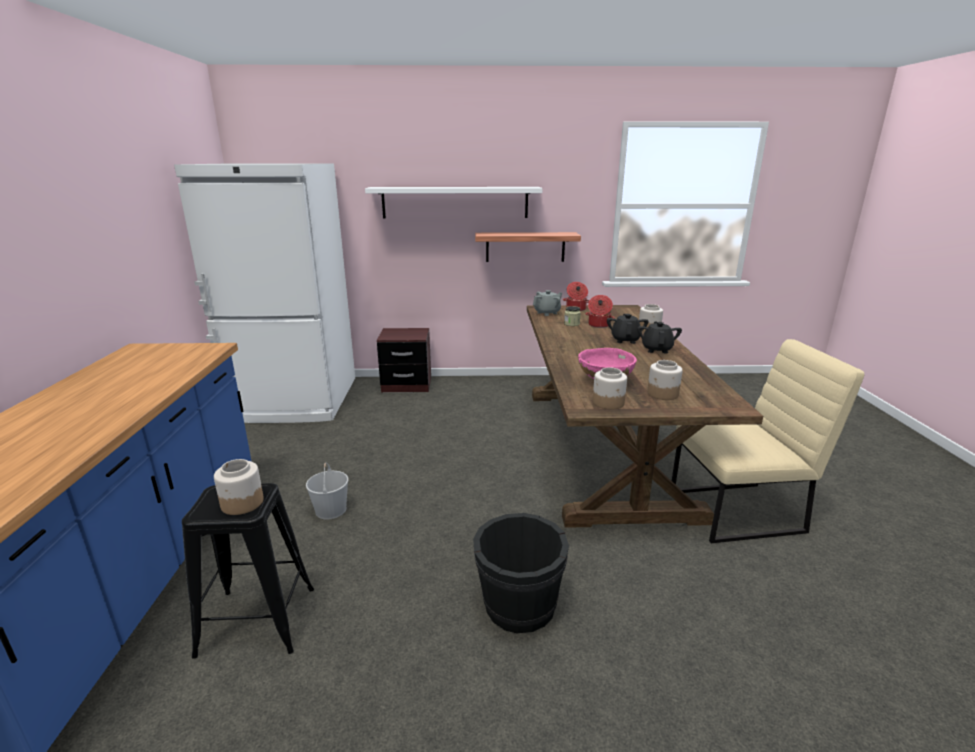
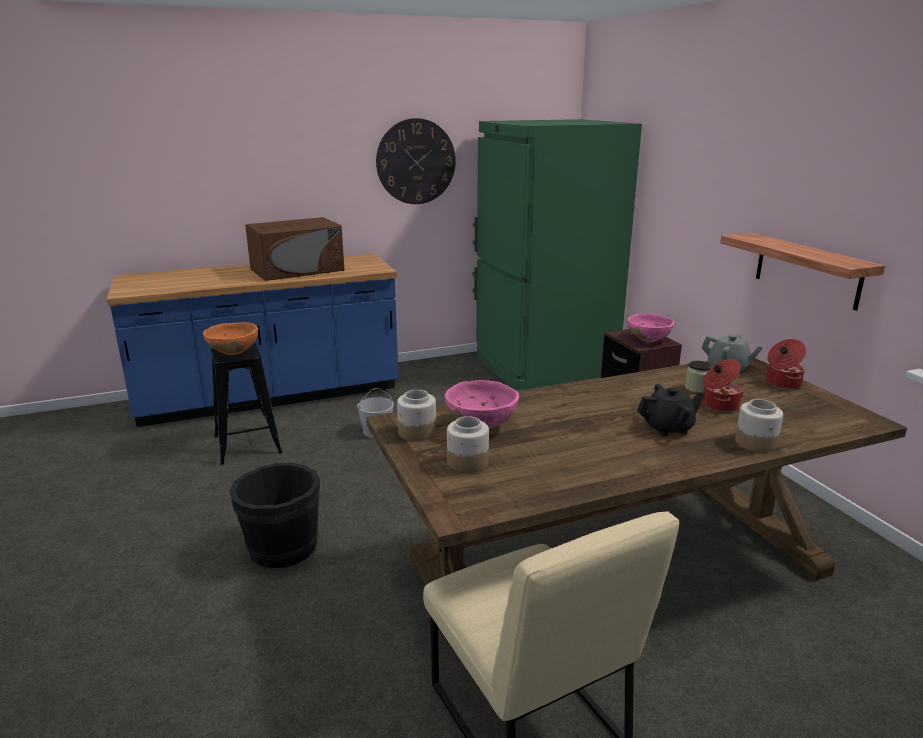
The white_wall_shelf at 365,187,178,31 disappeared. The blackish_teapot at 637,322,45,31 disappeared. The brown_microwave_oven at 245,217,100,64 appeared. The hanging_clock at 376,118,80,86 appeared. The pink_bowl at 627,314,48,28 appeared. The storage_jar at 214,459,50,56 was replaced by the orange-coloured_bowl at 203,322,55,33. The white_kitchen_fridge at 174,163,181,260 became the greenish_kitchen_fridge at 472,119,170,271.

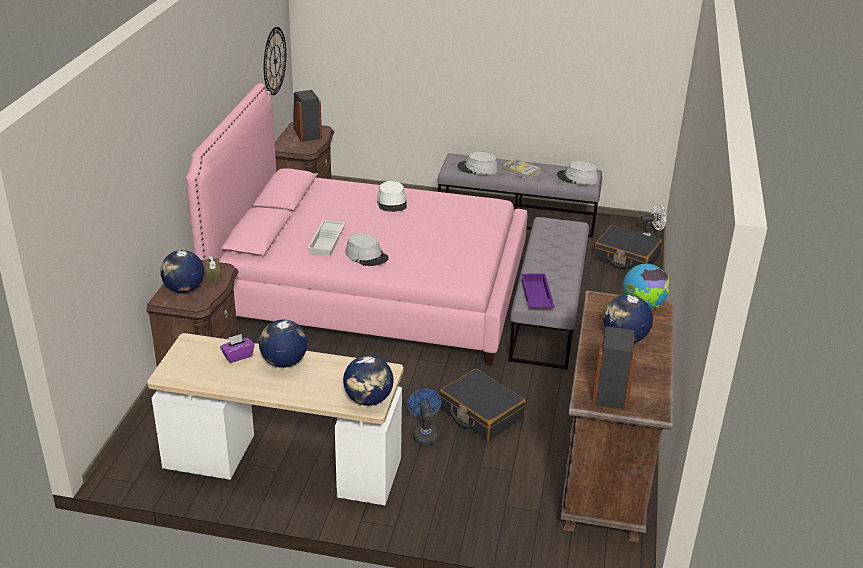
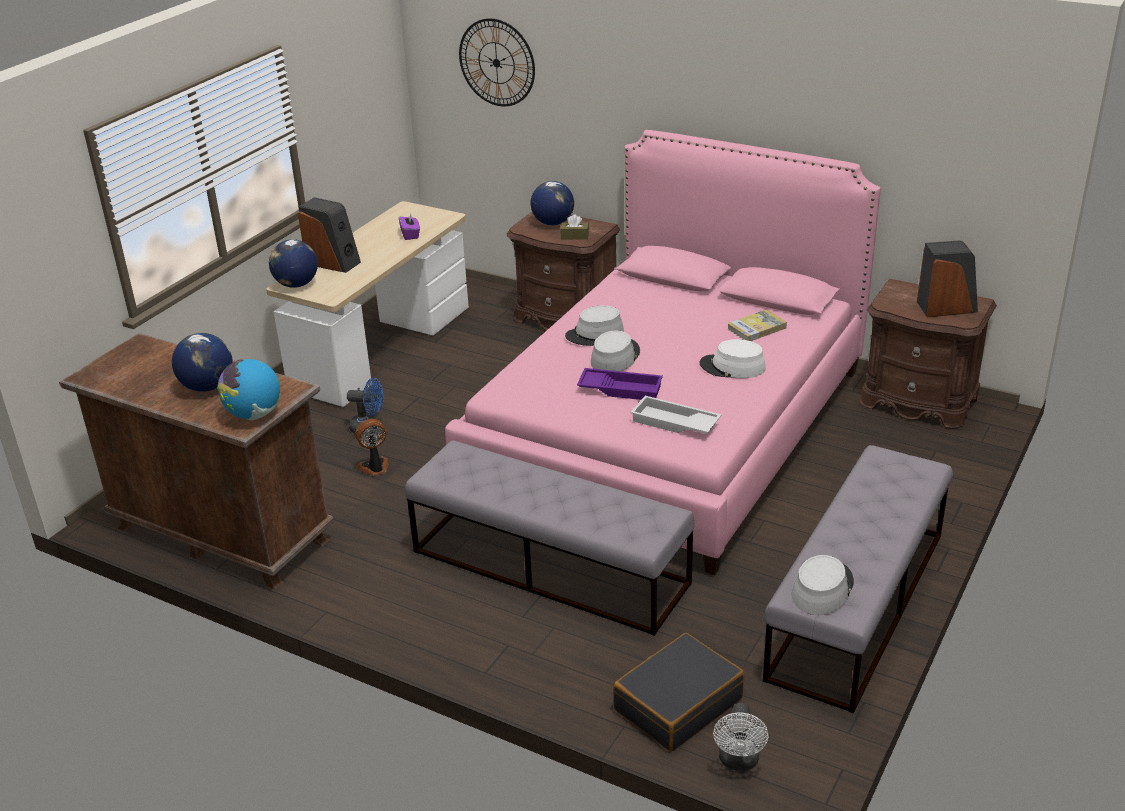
The globe at 259,320,48,48 disappeared. The hanging_clock moved from 264,27,22,68 to 459,18,76,88. The white_carrying_tray moved from 307,220,39,37 to 630,396,92,38. The gray_wearable_hat moved from 457,152,41,23 to 591,330,49,41. The bound_book moved from 502,159,39,20 to 727,310,60,31. The purple_carrying_tray moved from 521,274,34,34 to 577,368,86,32. The loudspeaker moved from 592,326,44,84 to 298,197,63,76. The blackish_suitcase at 439,369,87,73 was replaced by the fan at 355,419,34,57.

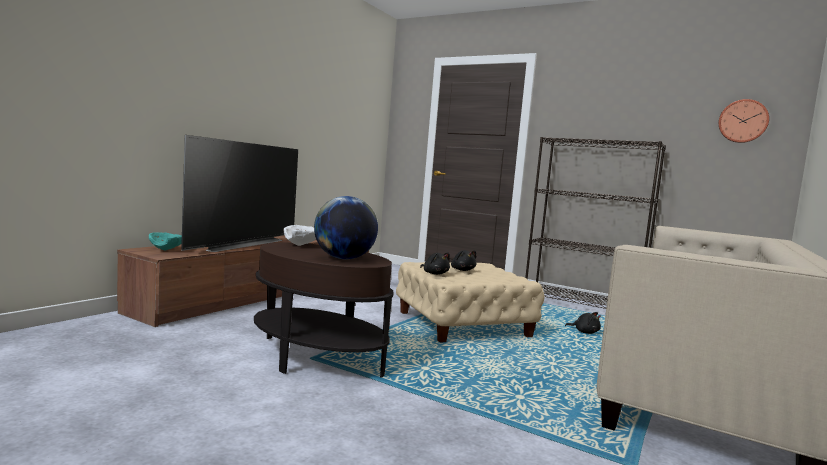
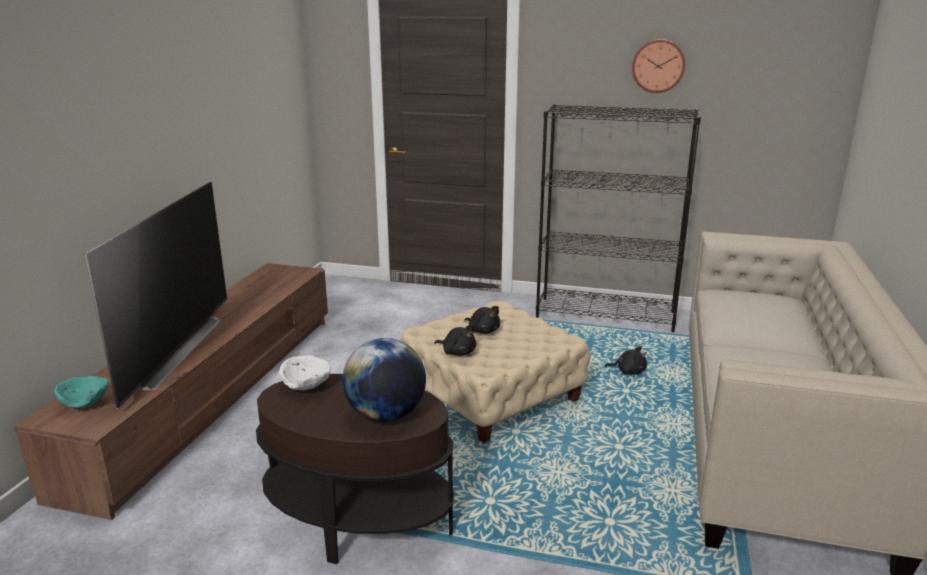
The hanging_clock moved from 719,99,50,44 to 632,39,53,54.

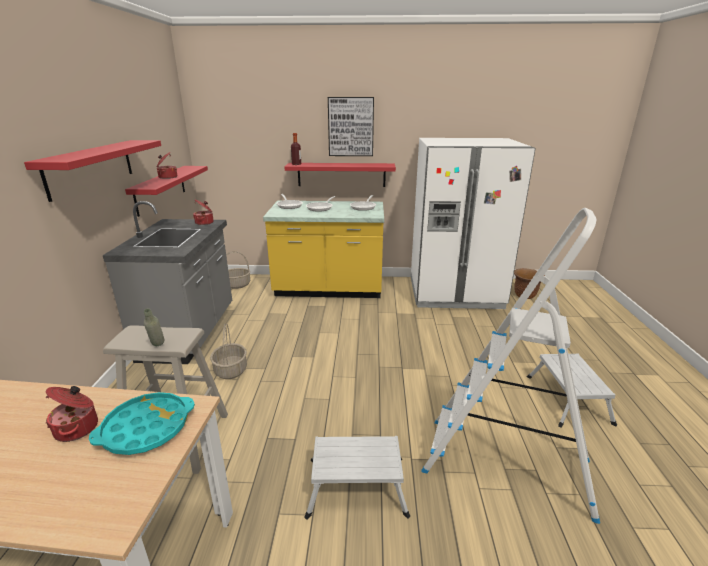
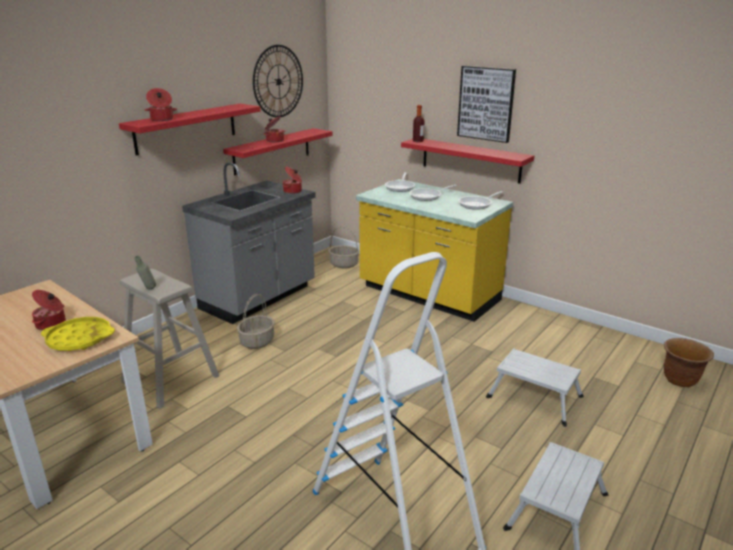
The white_kitchen_fridge at 411,138,125,171 disappeared. The cooking_pot at 145,88,32,33 appeared. The hanging_clock at 253,45,50,72 appeared. The white_step_stool moved from 304,436,106,84 to 486,348,98,79. The blue-green_carrying_tray at 89,392,106,63 became the yellow-coloured_carrying_tray at 41,317,74,34.

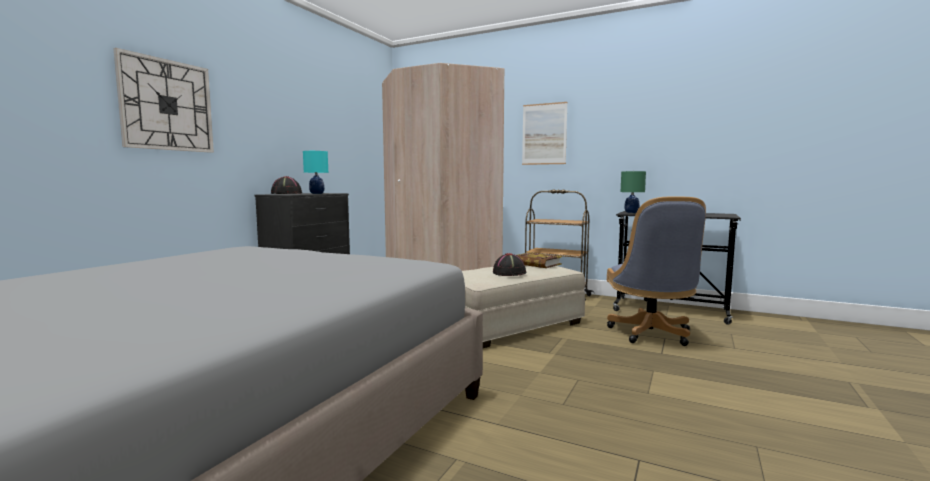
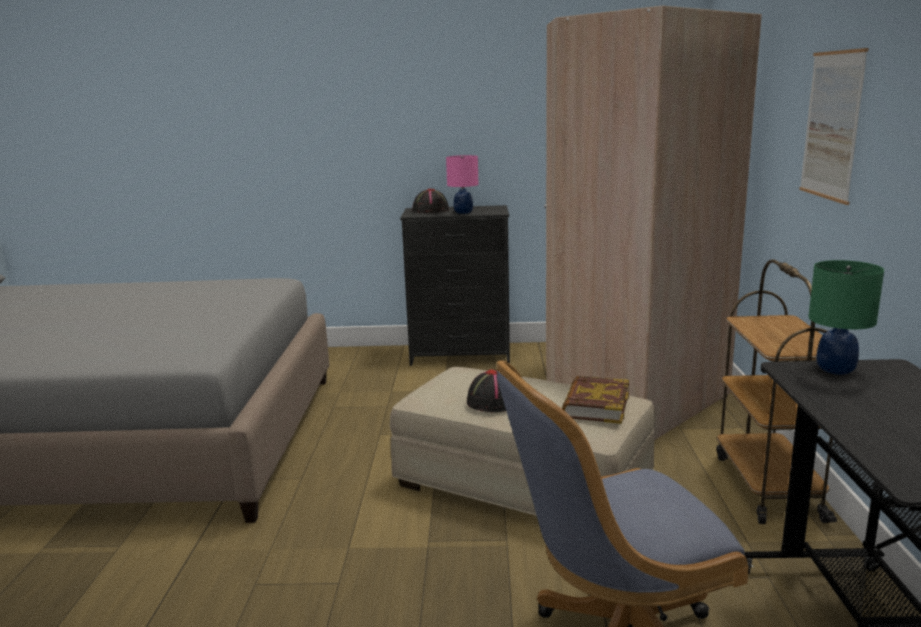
The hanging_clock at 113,48,101,105 disappeared. The blue-green_table_lamp at 303,151,25,43 became the pink_table_lamp at 446,155,32,59.

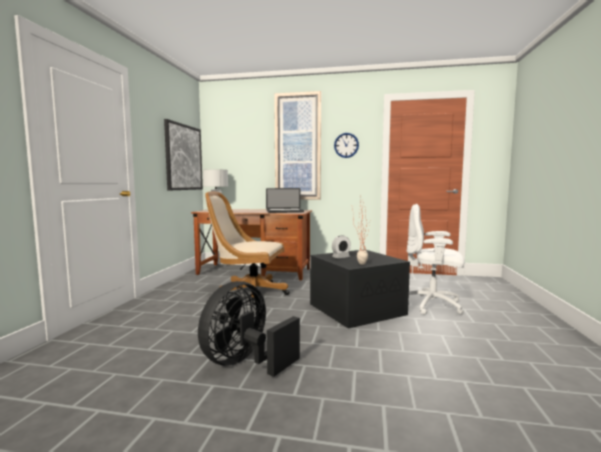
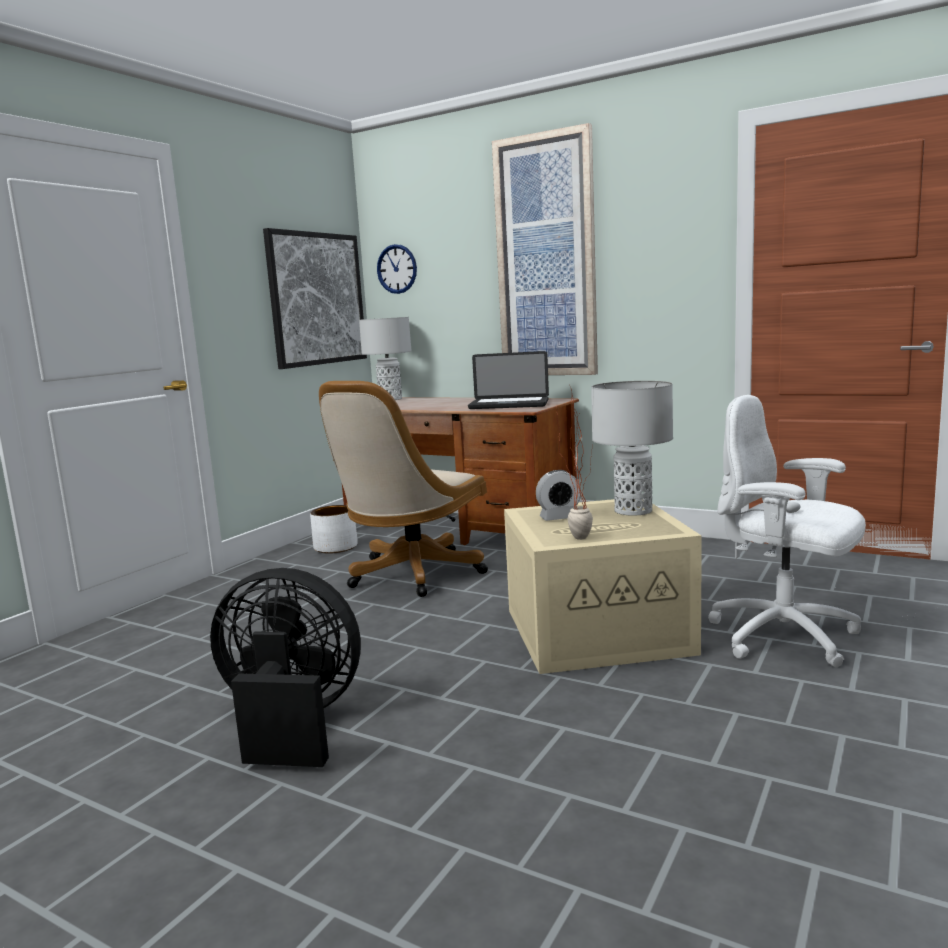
The white_plant_pot at 310,505,48,49 appeared. The white_table_lamp at 591,381,82,135 appeared. The hanging_clock moved from 334,133,25,25 to 377,244,40,50. The blackish_storage_box at 310,249,100,80 became the beige_storage_box at 504,499,198,175. The blackish_fan at 198,281,102,96 turned 45 degrees clockwise. The desk_chair at 205,192,85,113 turned 90 degrees counterclockwise.

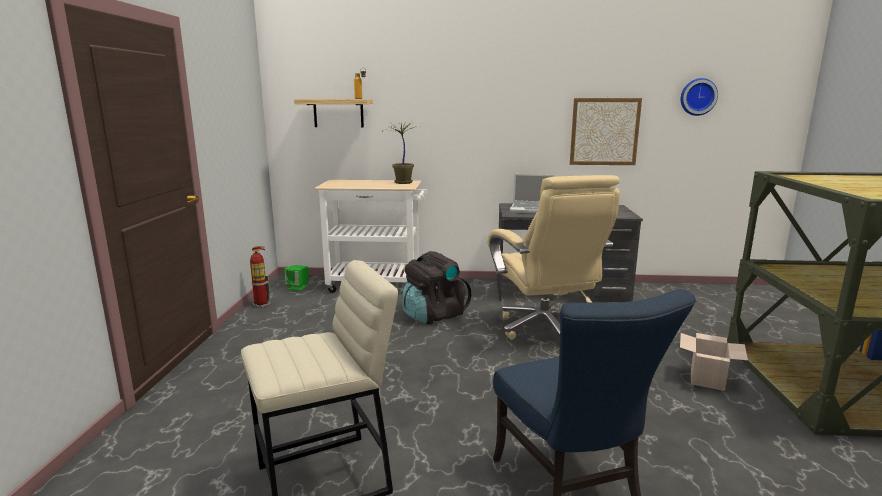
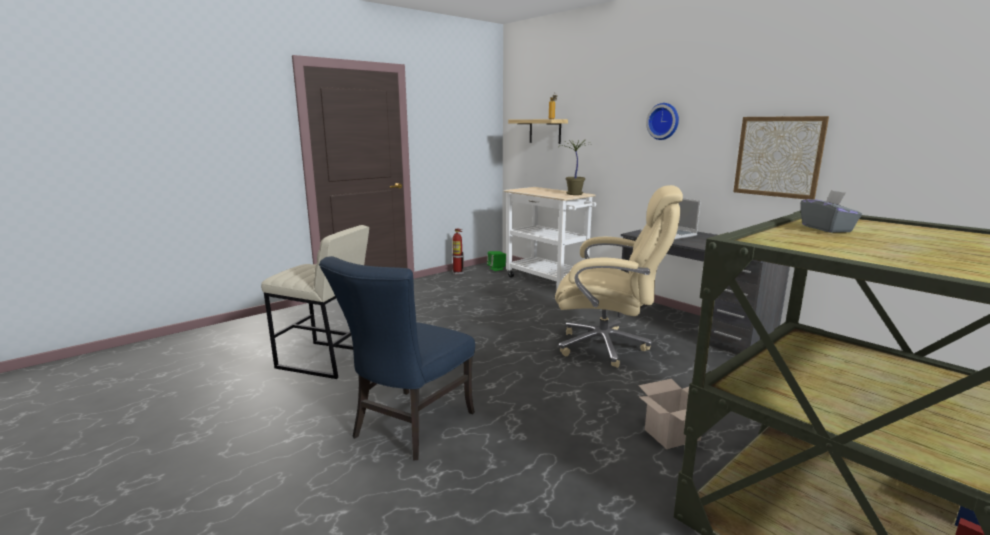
The blackish_backpack at 402,251,69,73 disappeared. The gray_box_of_tissues at 801,190,61,43 appeared. The hanging_clock moved from 680,78,38,38 to 646,103,33,37. The beige_desk_chair at 487,175,133,165 turned 105 degrees counterclockwise.

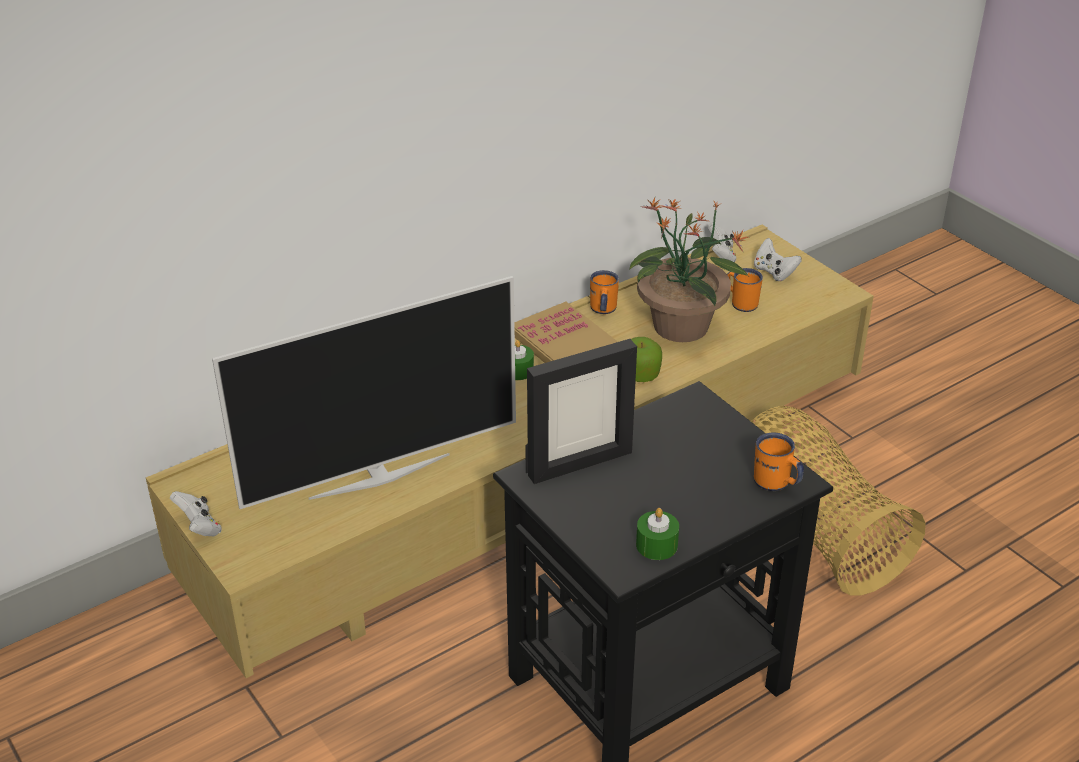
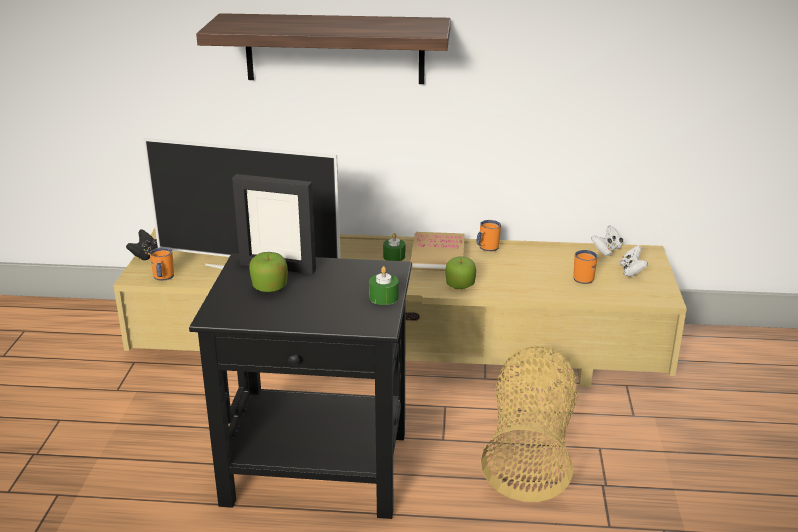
The houseplant at 629,197,121,145 disappeared. The wall_shelf at 196,13,255,71 appeared. The whole_apple at 249,252,39,40 appeared. The greenish_wax_candle moved from 636,508,43,52 to 369,266,30,39. The orange-coloured_coffee_mug moved from 754,432,50,59 to 150,247,24,34. The white_gamepad at 170,491,52,45 became the blackish_gamepad at 126,229,32,31.

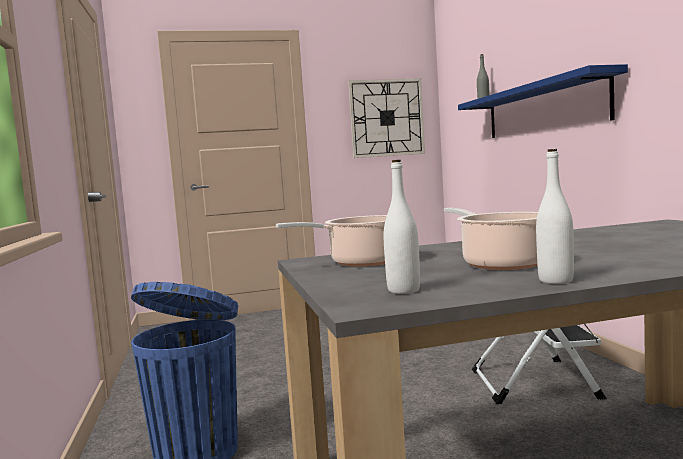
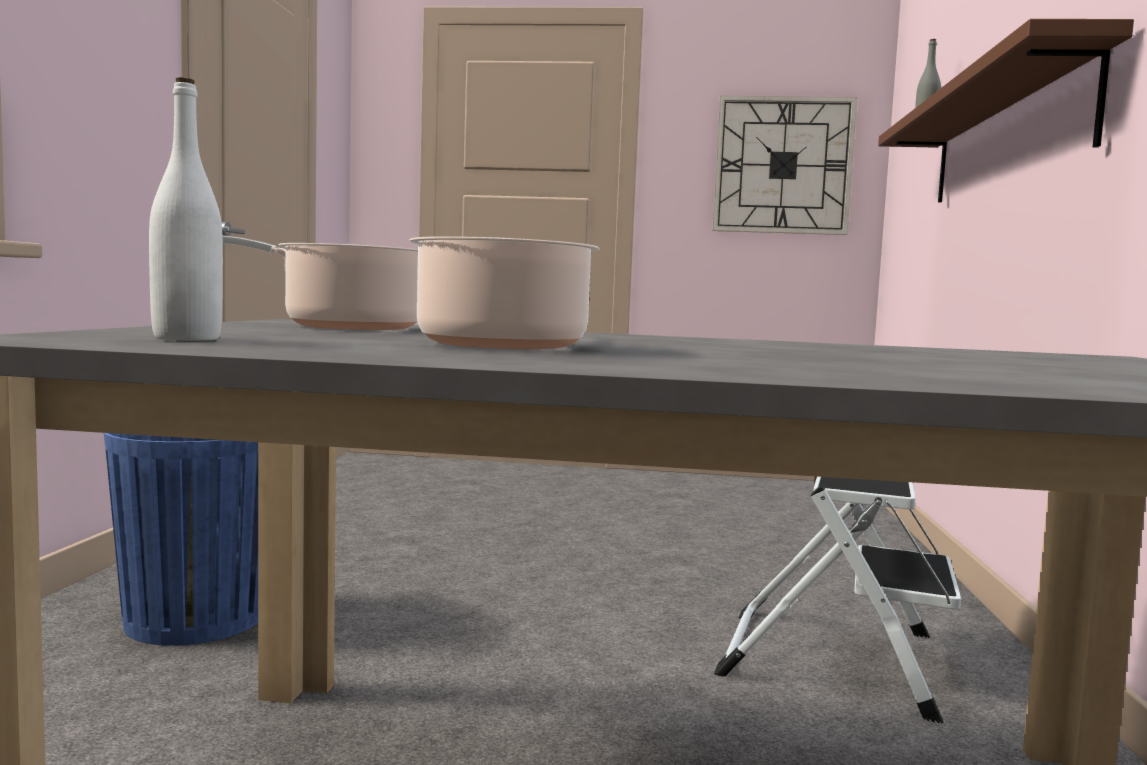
The white_drink_bottle at 536,149,38,135 disappeared. The blue-coloured_wall_shelf at 458,64,170,74 became the brown_wall_shelf at 878,19,256,184.

